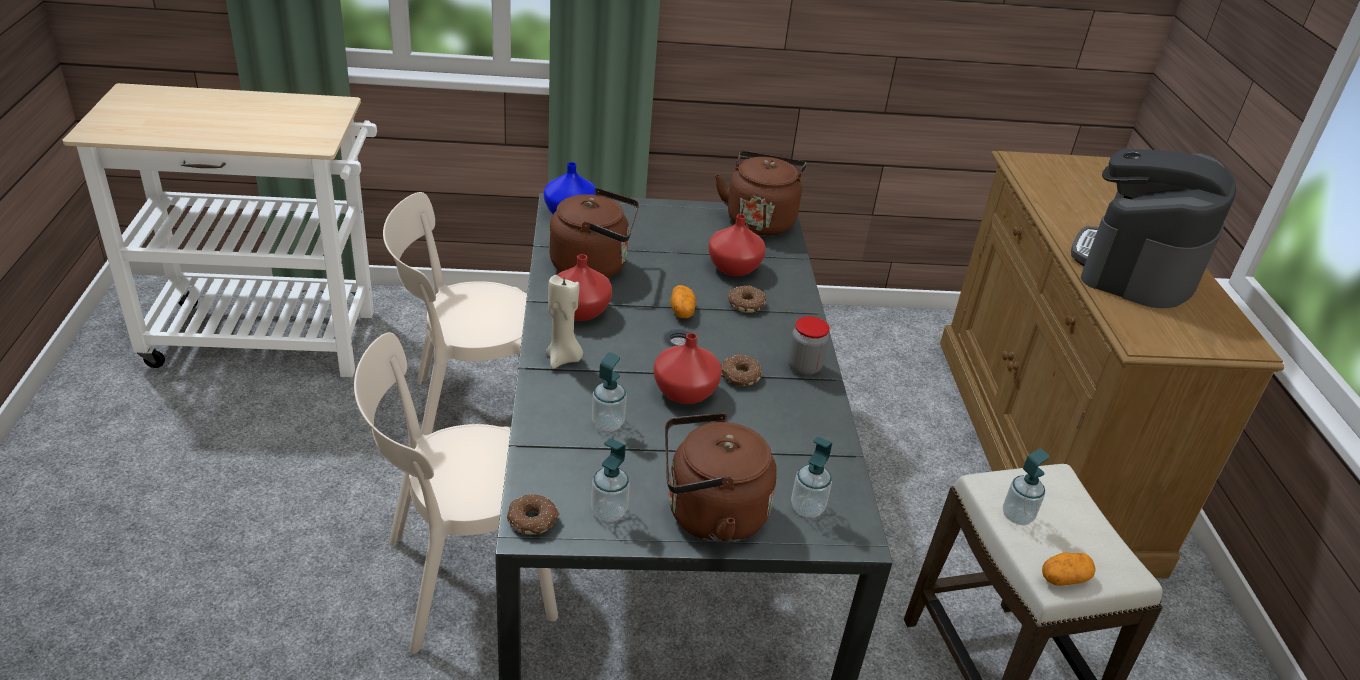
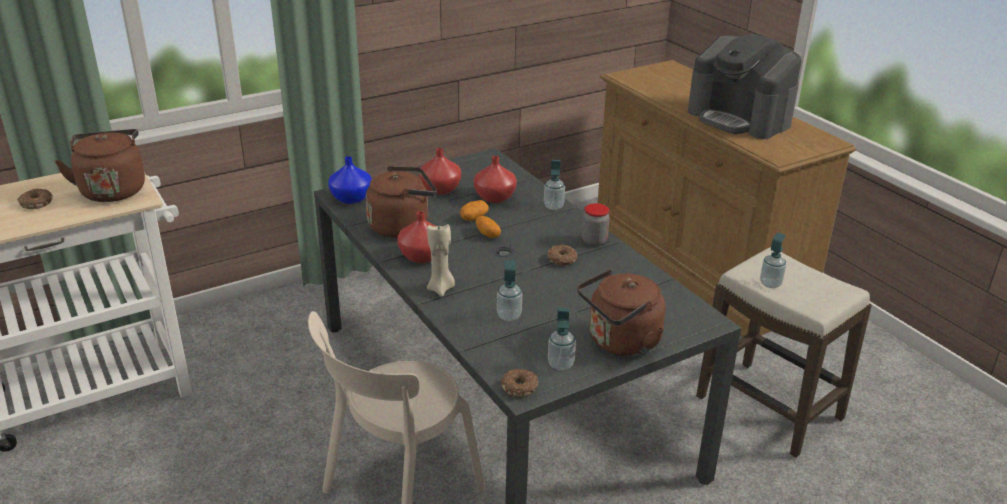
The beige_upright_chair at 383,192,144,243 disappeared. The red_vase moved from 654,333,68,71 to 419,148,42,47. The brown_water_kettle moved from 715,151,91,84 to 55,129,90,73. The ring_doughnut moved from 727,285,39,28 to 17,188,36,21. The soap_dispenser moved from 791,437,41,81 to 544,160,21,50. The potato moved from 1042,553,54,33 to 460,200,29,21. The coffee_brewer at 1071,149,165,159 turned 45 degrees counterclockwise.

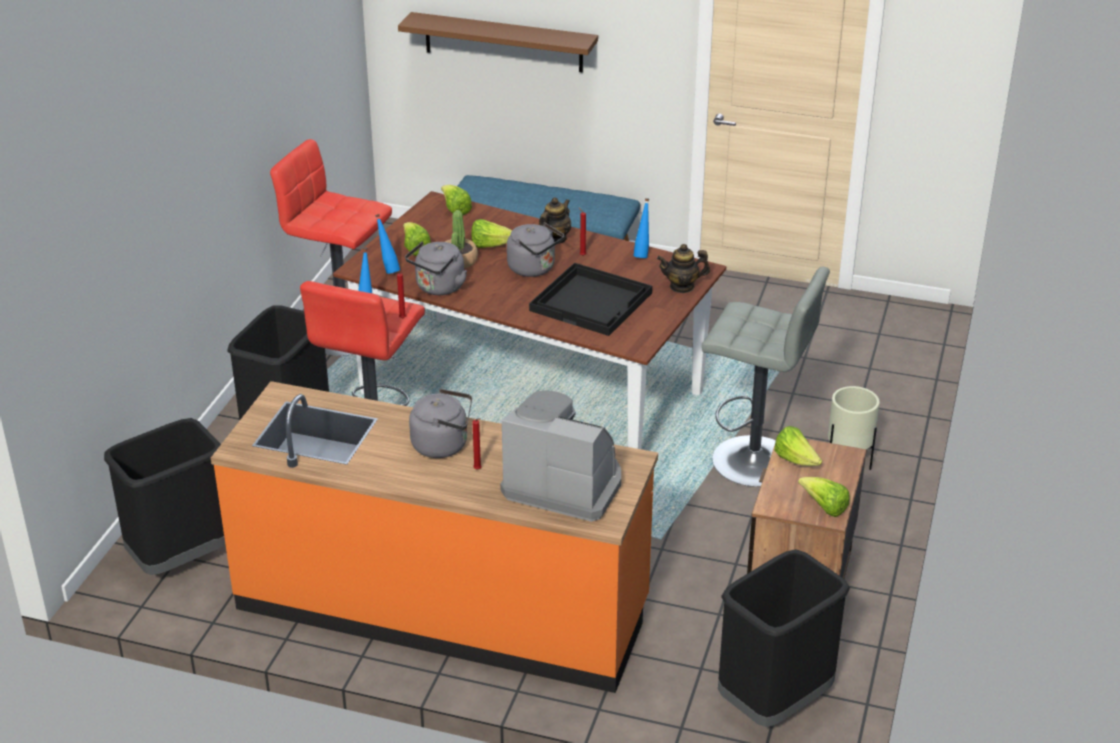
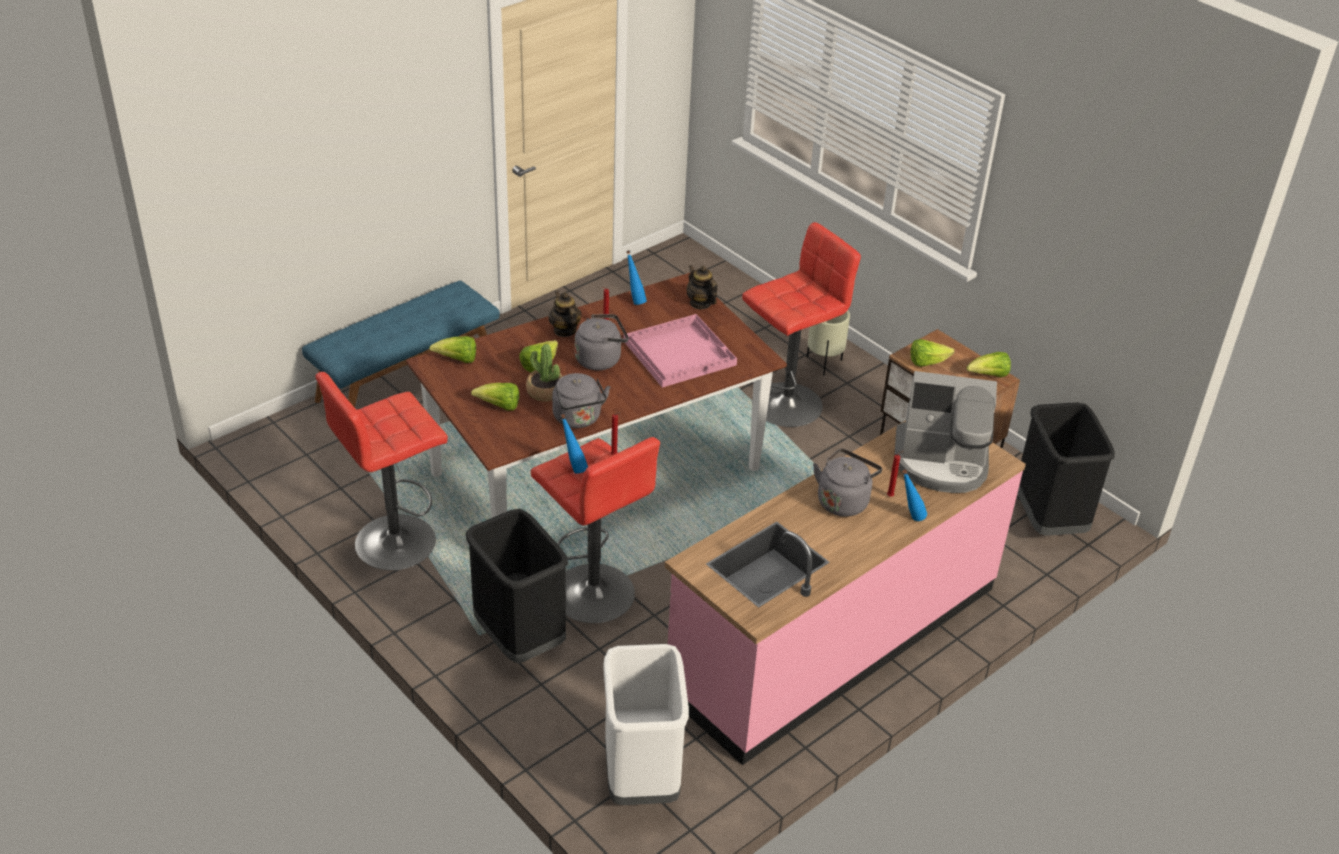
The brown_wall_shelf at 398,12,200,60 disappeared. The blue-coloured_drink_bottle moved from 375,214,25,60 to 902,470,25,51. The blackish_waste_bin at 104,418,121,157 became the white_waste_bin at 604,644,85,161. The orange-coloured_kitchen_base_unit at 211,381,447,312 became the pink_kitchen_base_unit at 665,420,361,345. The blackish_carrying_tray at 529,263,123,73 became the pink_carrying_tray at 623,314,114,74. The gray_stool at 702,267,128,220 became the red_stool at 742,222,119,205. The coffee_brewer at 500,390,121,132 turned 135 degrees counterclockwise. The teapot at 657,244,53,49 turned 120 degrees clockwise.

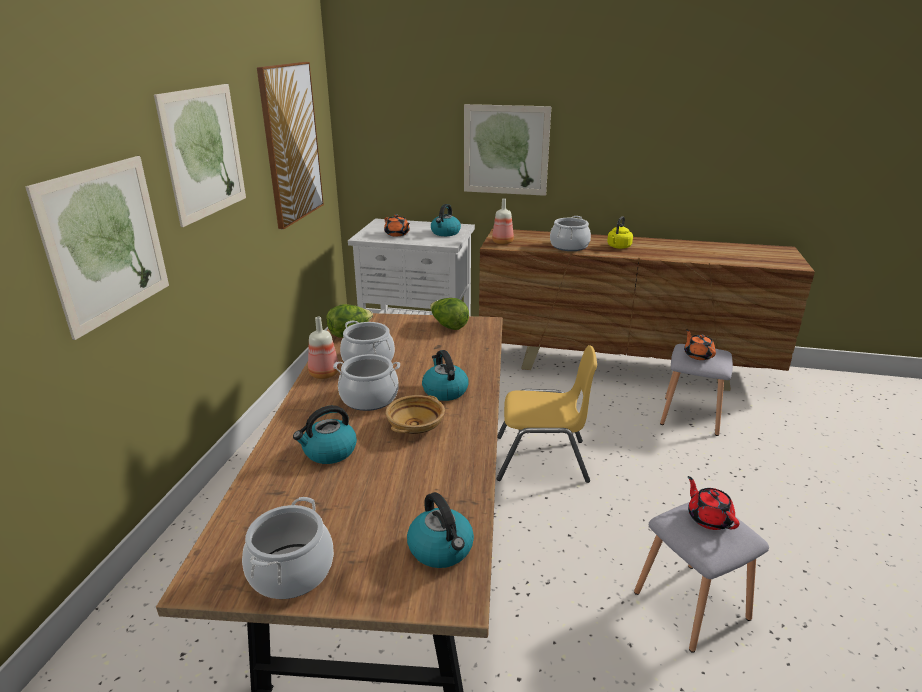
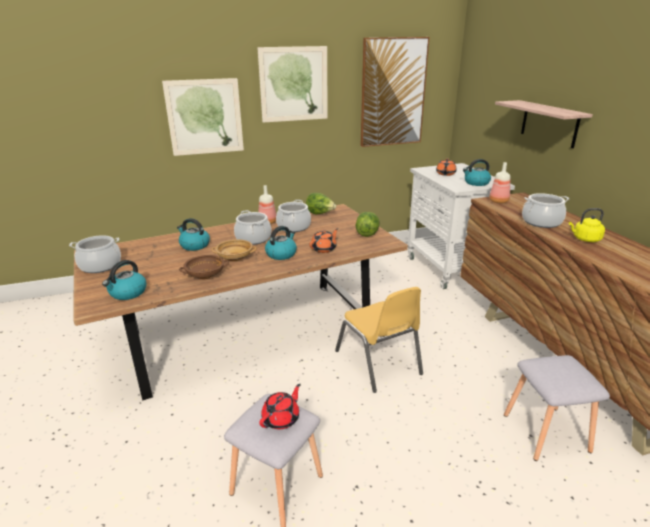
The brown_bowl at 179,255,50,24 appeared. The orange-coloured_teapot moved from 684,329,32,31 to 310,228,28,25. The wall_picture at 464,104,87,92 was replaced by the wall_shelf at 495,100,98,48.

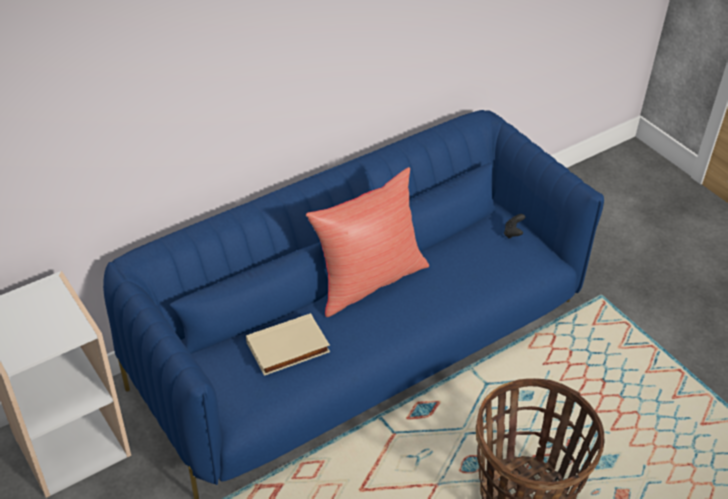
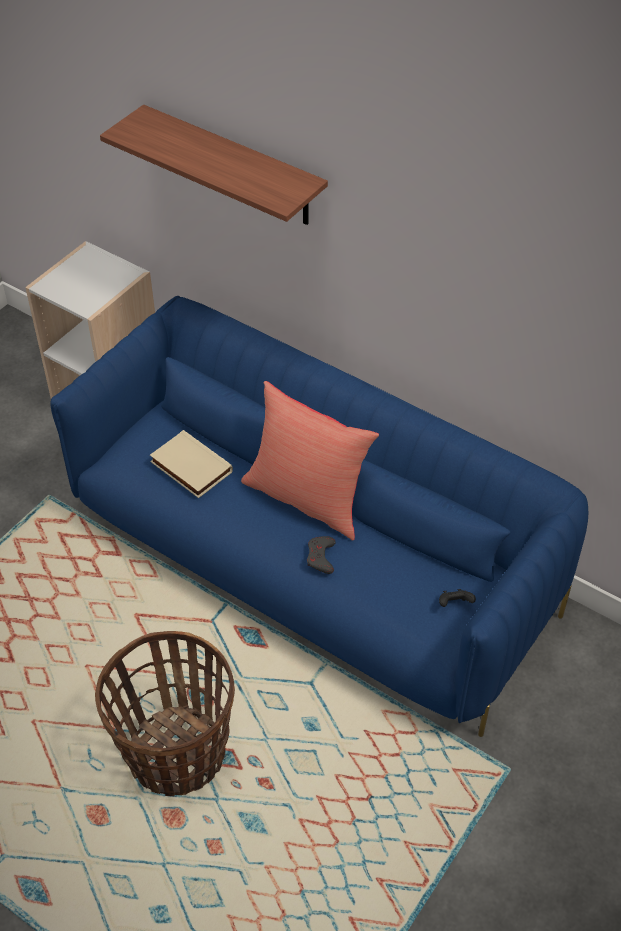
The wall_shelf at 100,105,228,120 appeared. The gray_gamepad at 307,536,29,38 appeared.

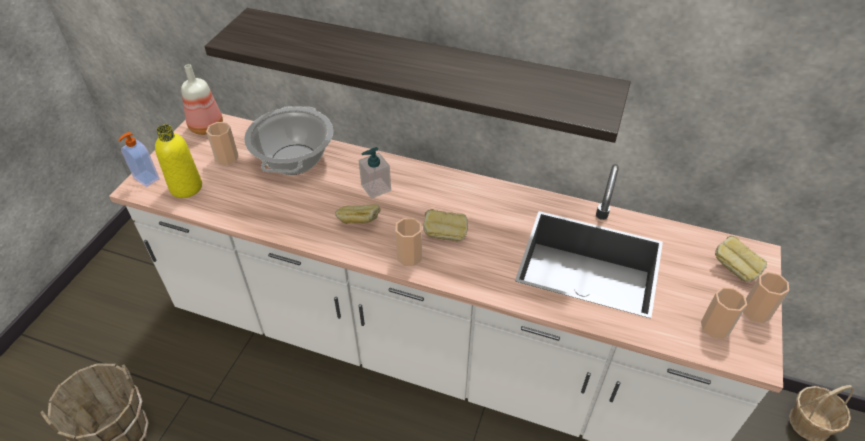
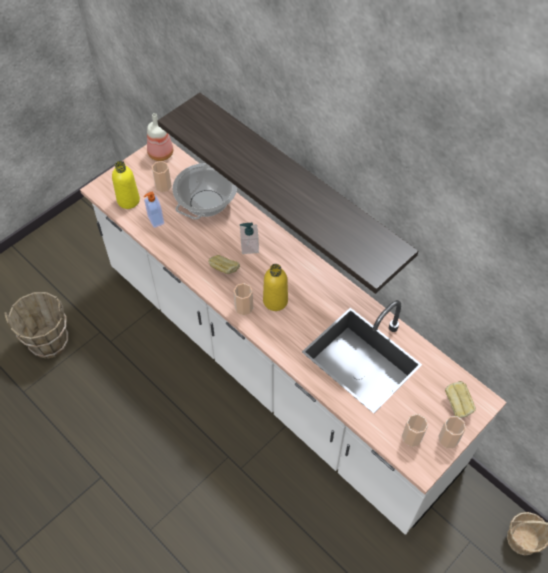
The soap_dispenser moved from 119,132,41,55 to 144,191,20,37. The bakery_bread at 423,209,45,32 was replaced by the yellow-coloured_drink_bottle at 263,264,25,47.

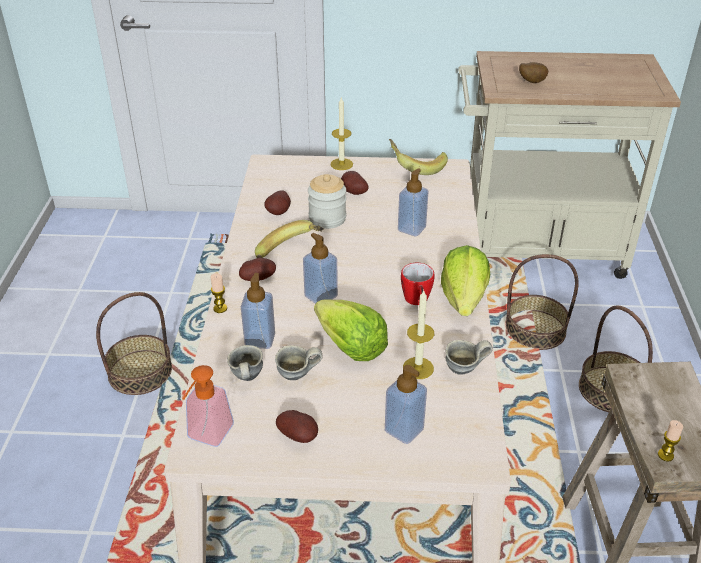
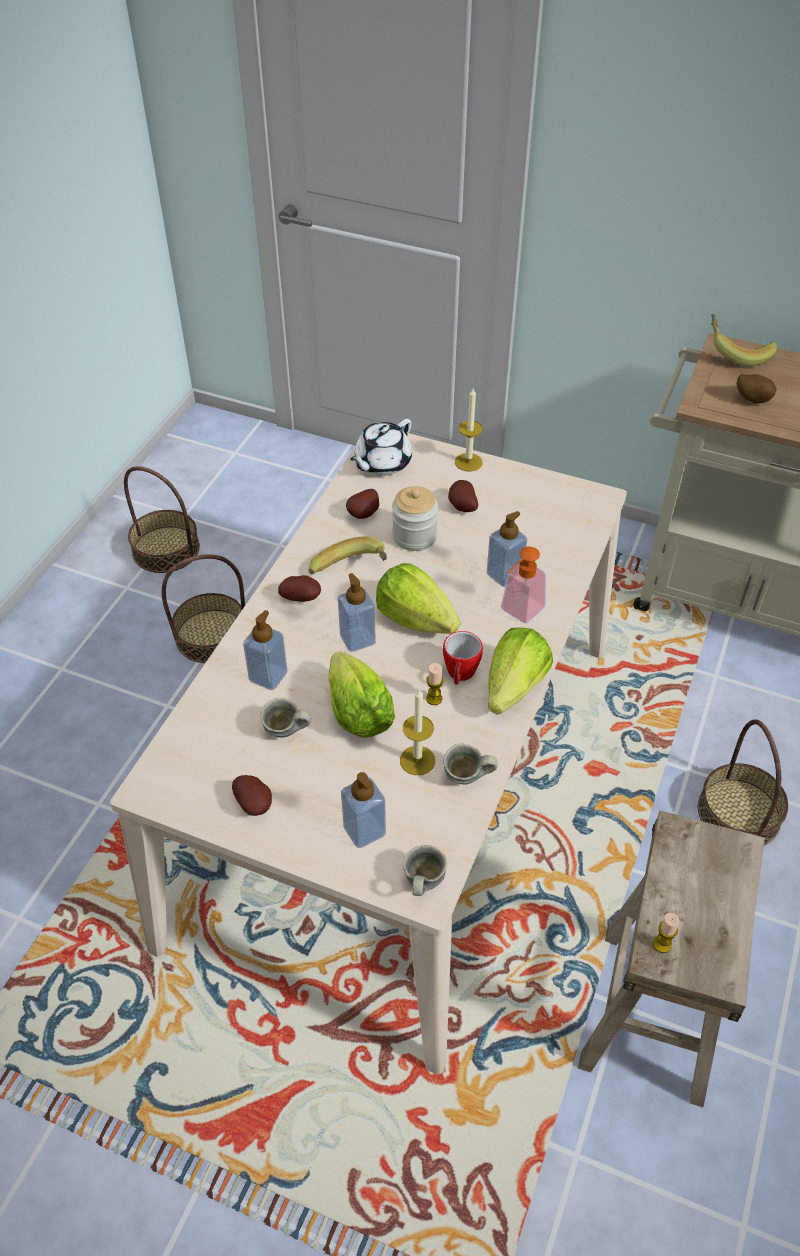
The white_teapot at 350,419,62,56 appeared. The lettuce at 376,563,85,71 appeared. The soap_dispenser moved from 183,365,51,82 to 501,547,45,76. The wax_candle moved from 211,273,16,40 to 426,663,18,42. The gray_coffee_mug moved from 227,345,36,36 to 403,845,44,51. The banana_fruit moved from 389,139,59,36 to 711,314,66,52. The household_basket moved from 506,254,73,96 to 124,466,76,107.

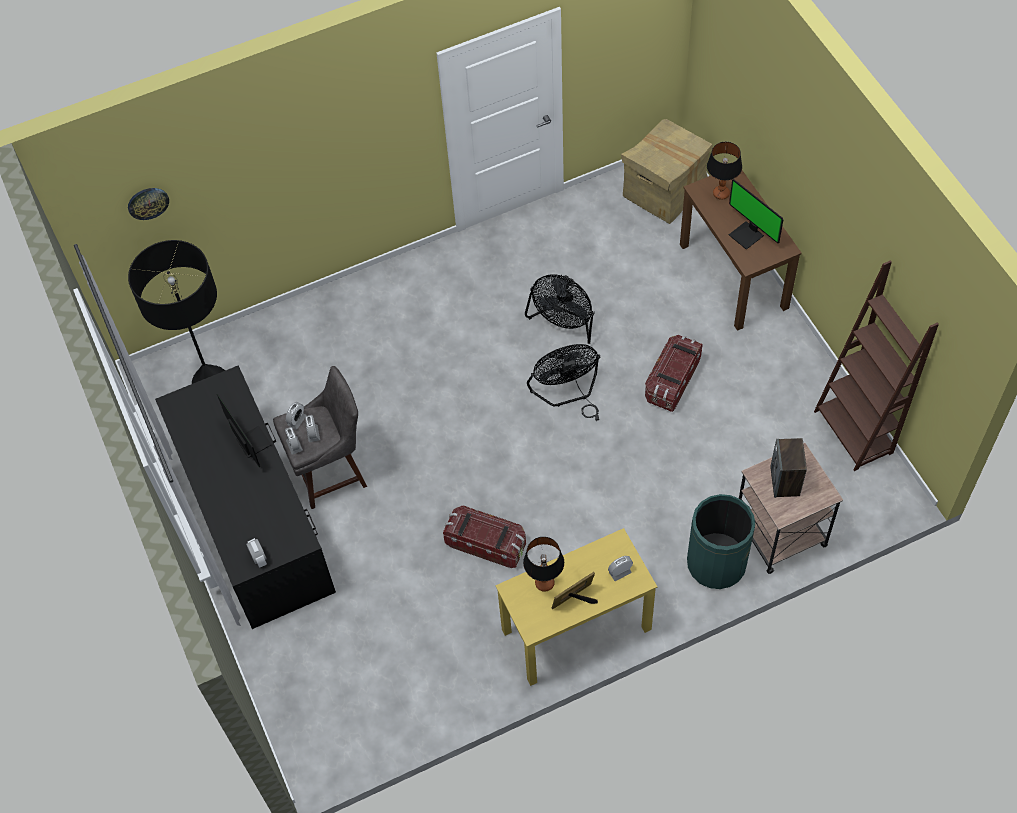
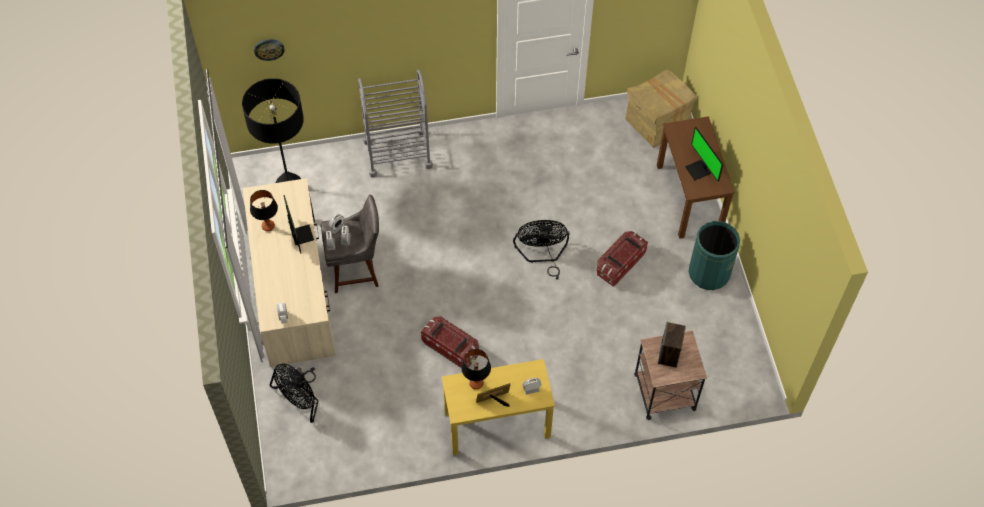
The brown_bookcase at 814,260,125,211 disappeared. The gray_trolley at 358,69,75,109 appeared. The blackish_fan moved from 525,274,70,70 to 270,364,48,59. The greenish_waste_bin moved from 687,494,68,95 to 689,221,51,69. The table_lamp moved from 707,142,35,58 to 250,190,28,41. The blackish_desk at 155,365,181,264 became the beige_desk at 243,178,92,189.

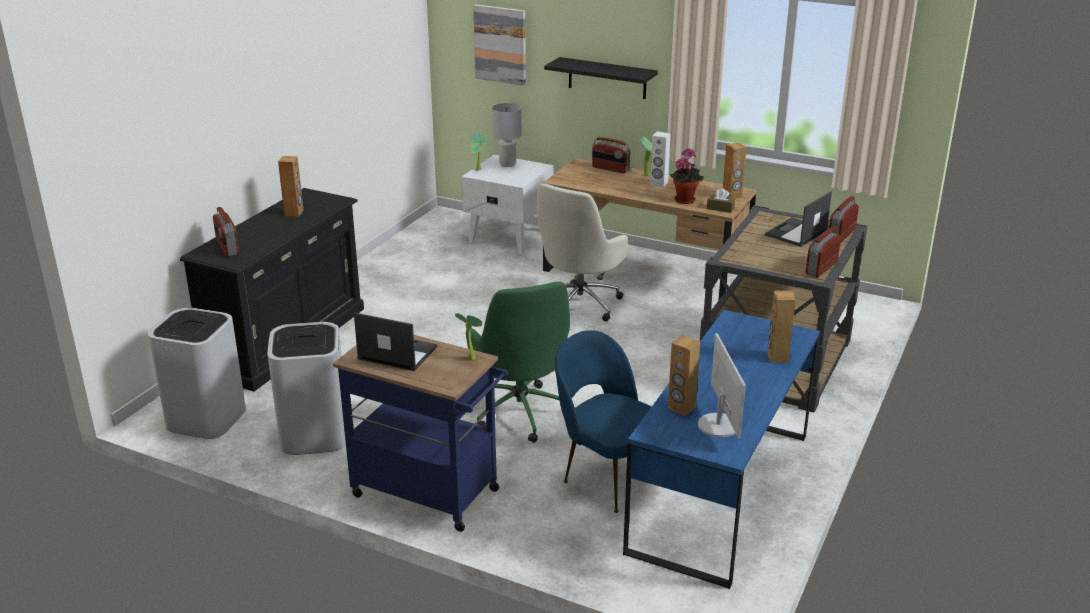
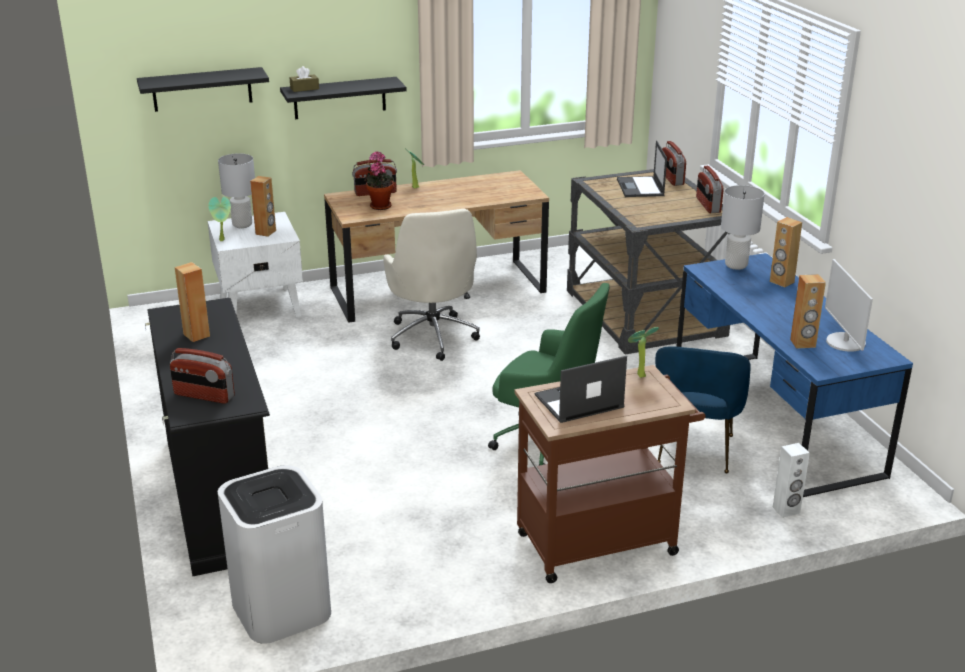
The white_waste_bin at 267,322,79,133 disappeared. The gray_table_lamp at 721,185,44,85 appeared. The white_loudspeaker moved from 650,131,20,56 to 773,443,37,75. The houseplant moved from 670,148,34,56 to 364,151,30,59. The brown_box_of_tissues moved from 707,188,28,25 to 289,66,30,26. The brown_loudspeaker moved from 723,143,24,56 to 250,176,26,61. The wall_picture at 473,4,53,82 was replaced by the blackish_wall_shelf at 137,67,132,45. The blue-coloured_trolley at 333,335,175,197 became the brown_trolley at 515,365,191,218. The blue-coloured_upright_chair at 555,330,97,183 turned 75 degrees counterclockwise. The computer_display at 698,333,48,106 turned 135 degrees counterclockwise.

